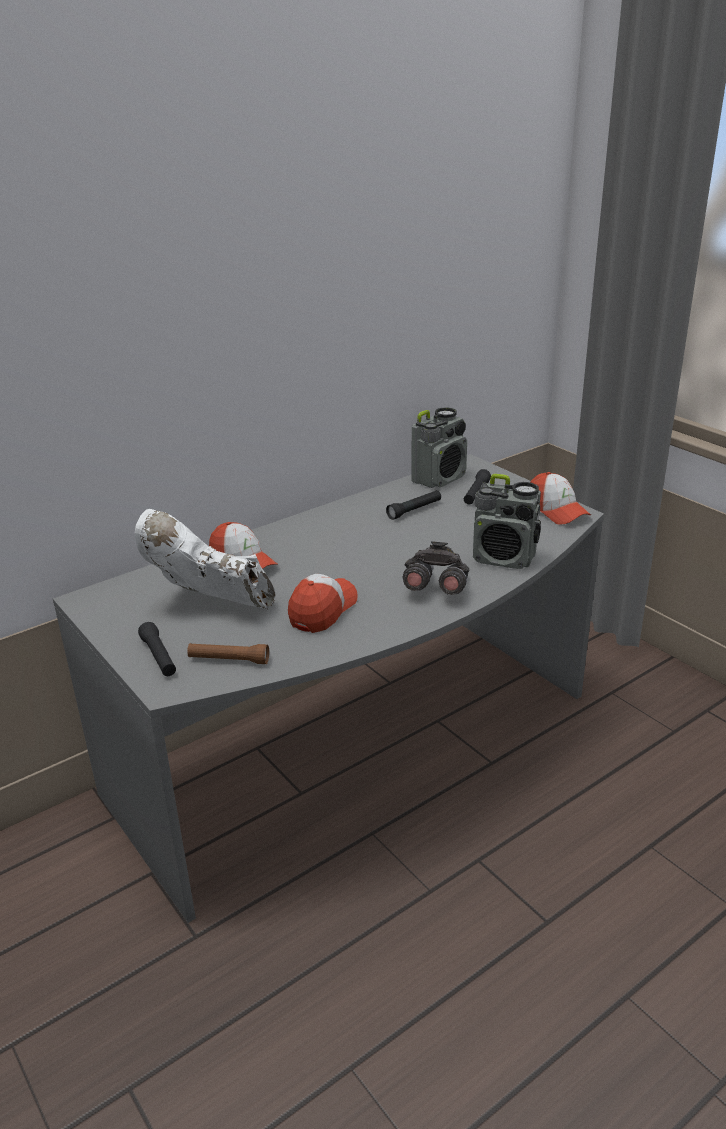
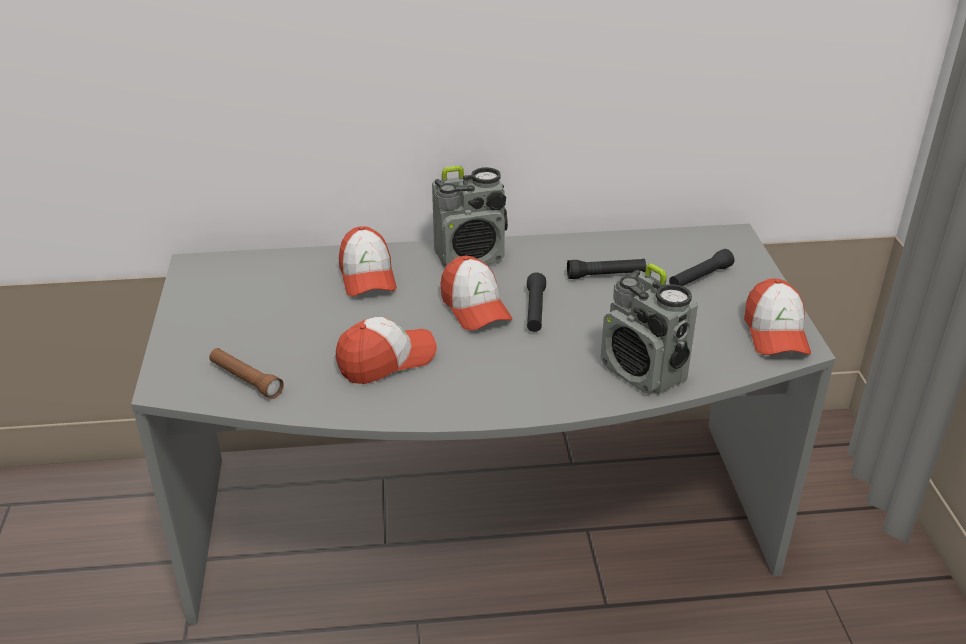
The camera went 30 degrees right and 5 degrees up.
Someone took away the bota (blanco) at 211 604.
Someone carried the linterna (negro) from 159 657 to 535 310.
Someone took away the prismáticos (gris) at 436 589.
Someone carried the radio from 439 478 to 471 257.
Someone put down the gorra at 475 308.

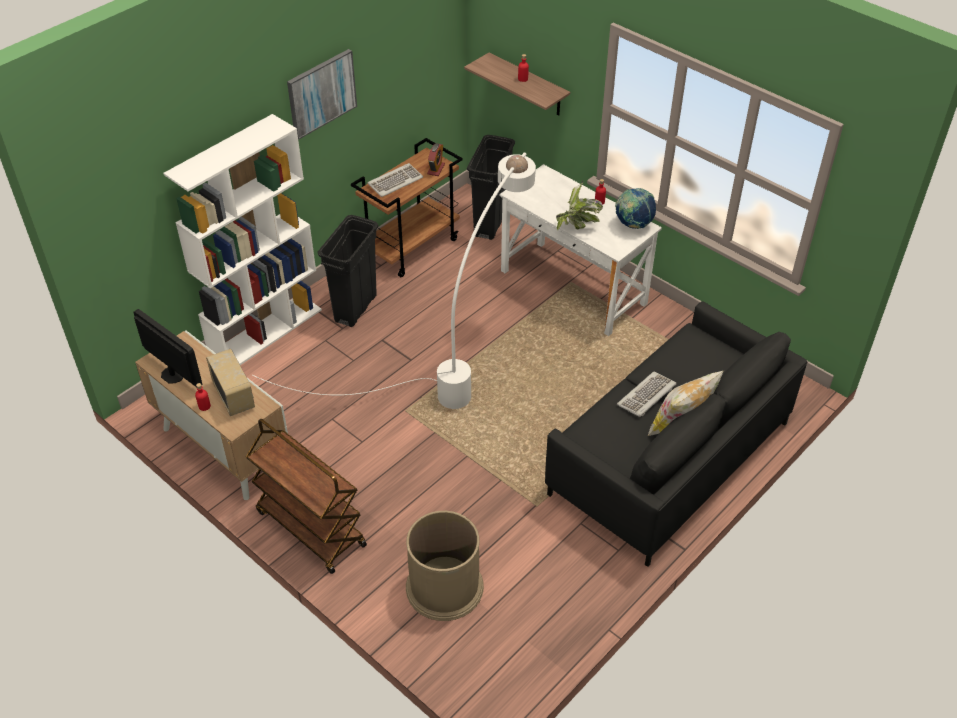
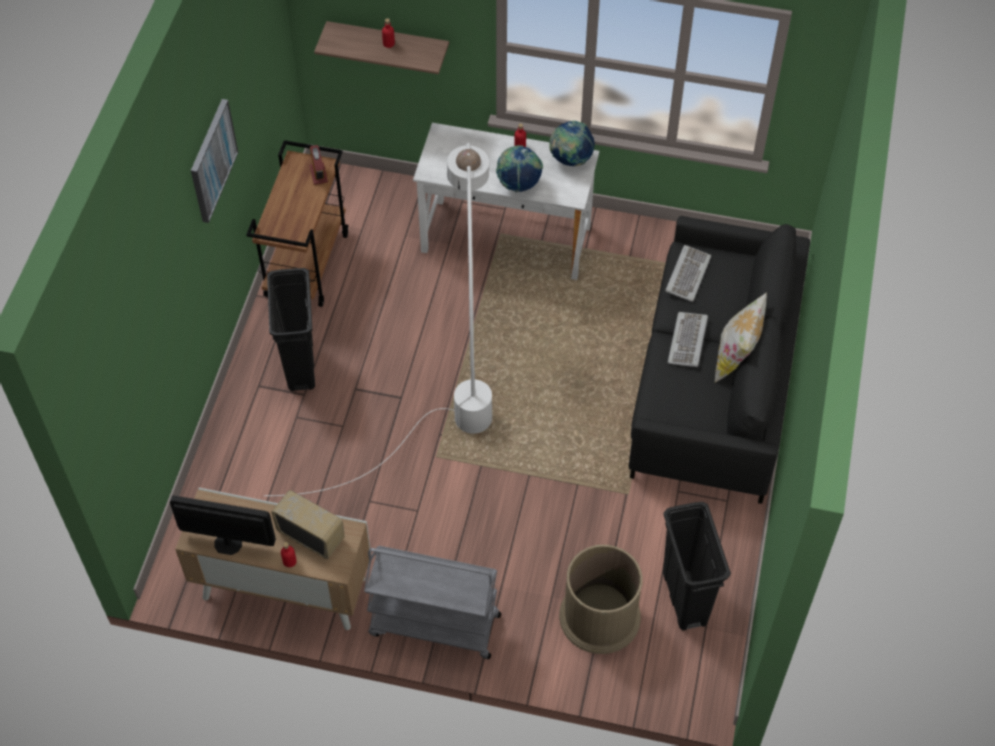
The camera went 30 degrees left and 10 degrees up.
Someone took away the estantería (blanco) at 266 331.
Someone repainted the carrito (marrón) at 310 528, which became the carrito (gris) at 433 625.
Someone carried the teclado from 395 181 to 687 274.
Someone carried the papelera (negro) from 490 224 to 685 599.
Someone swapped the planta en maceta at 578 226 for the globo terráqueo at 519 184.

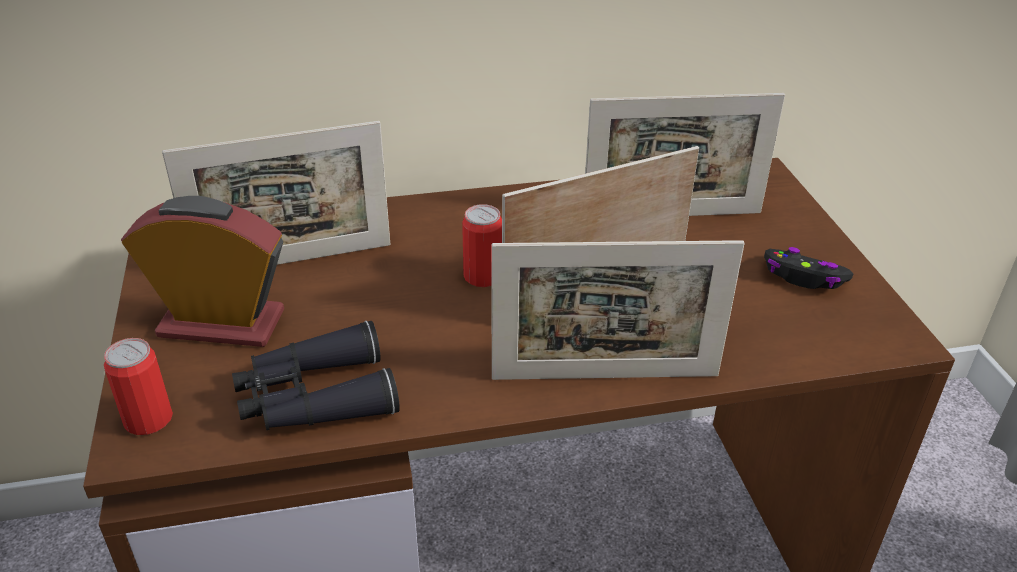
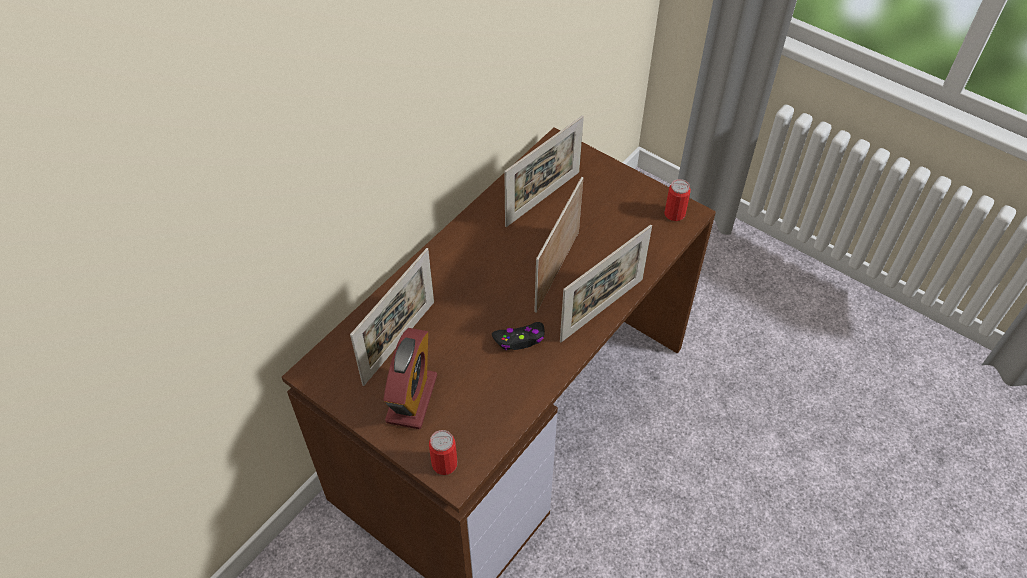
The camera went 40 degrees left and 15 degrees up.
Someone rotated the despertador at 221 324 by 135 degrees clockwise.
Someone took away the prismáticos (negro) at 314 397.
Someone carried the lata from 483 276 to 674 214.
Someone carried the mando de consola (negro) from 804 277 to 520 339.

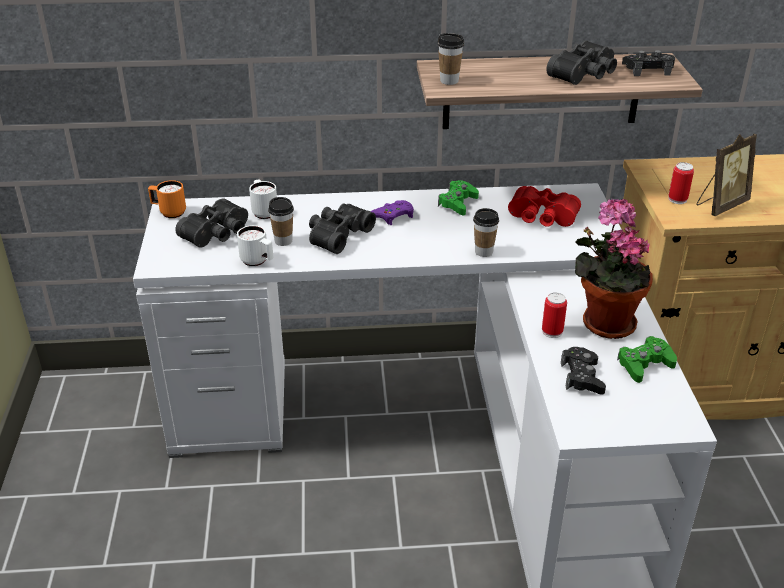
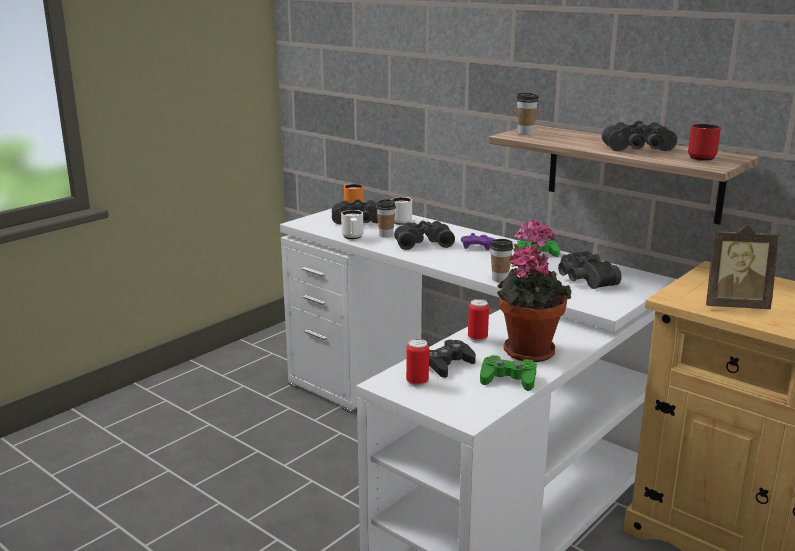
The camera went 45 degrees right and 15 degrees down.
Someone repainted the prismáticos (rojo) at 541 218, which became the prismáticos (negro) at 583 279.
Someone swapped the mando de consola (negro) at 647 70 for the taza grande (rojo) at 703 157.
Someone carried the lata from 677 199 to 417 382.

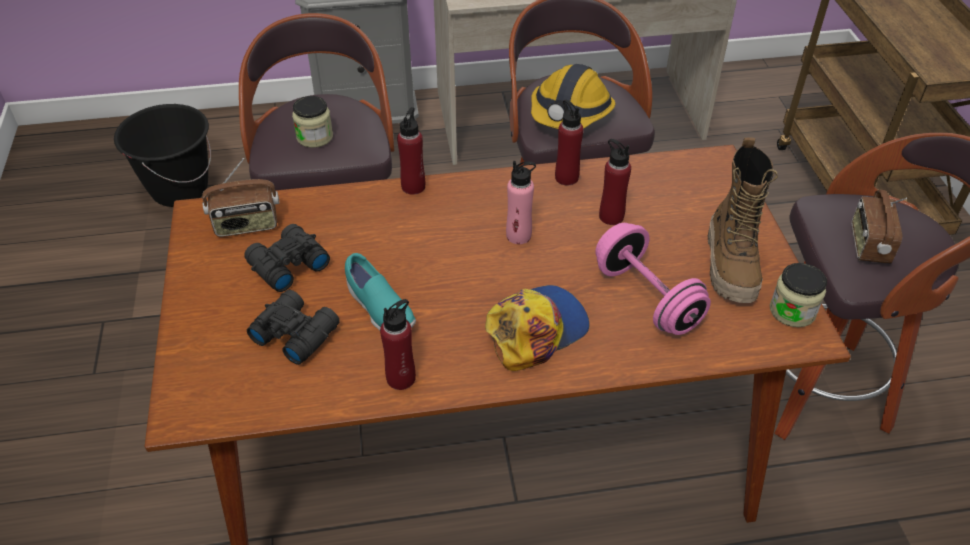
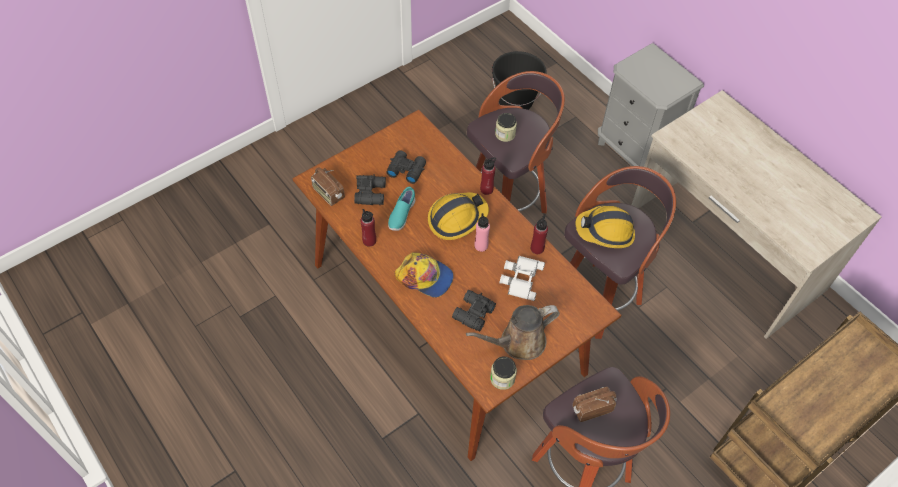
The camera went 60 degrees right and 10 degrees up.
Someone carried the radio from 246 225 to 328 194.
Someone swapped the mancuerna (rosa) at 647 298 for the prismáticos (negro) at 472 313.
Someone swapped the botella (rojo) at 611 216 for the prismáticos (blanco) at 520 278.
Someone swapped the bota at 731 265 for the regadera (marrón) at 518 342.
Someone put down the casco at 457 219.

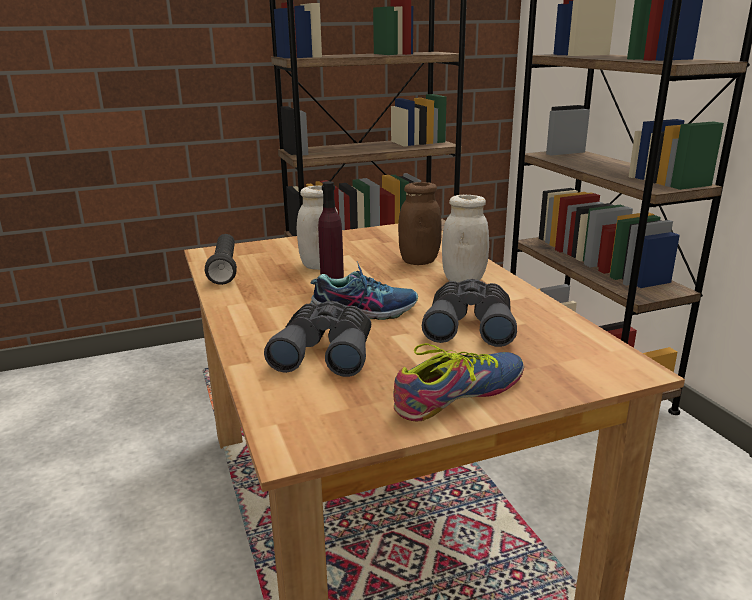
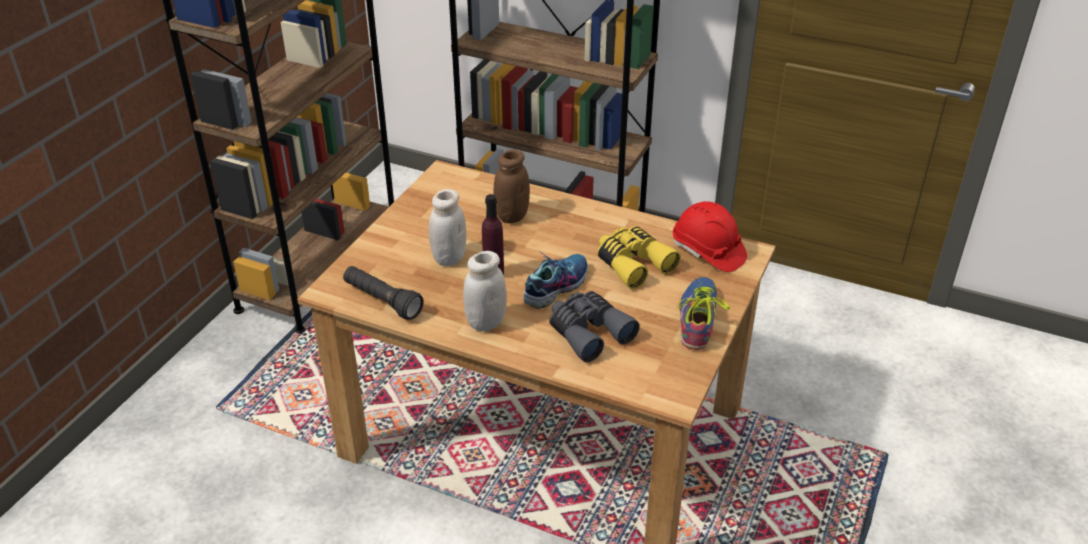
The camera went 45 degrees left and 15 degrees up.
Someone repainted the prismáticos (gris) at 470 325, which became the prismáticos (amarillo) at 633 263.
Someone carried the tarro (blanco) from 463 279 to 485 322.
Someone put down the casco (rojo) at 707 251.

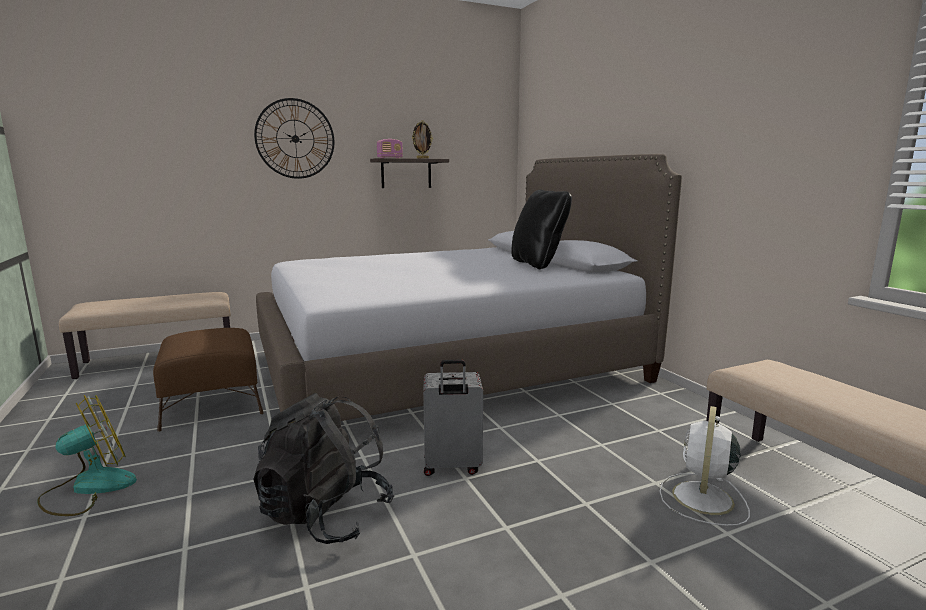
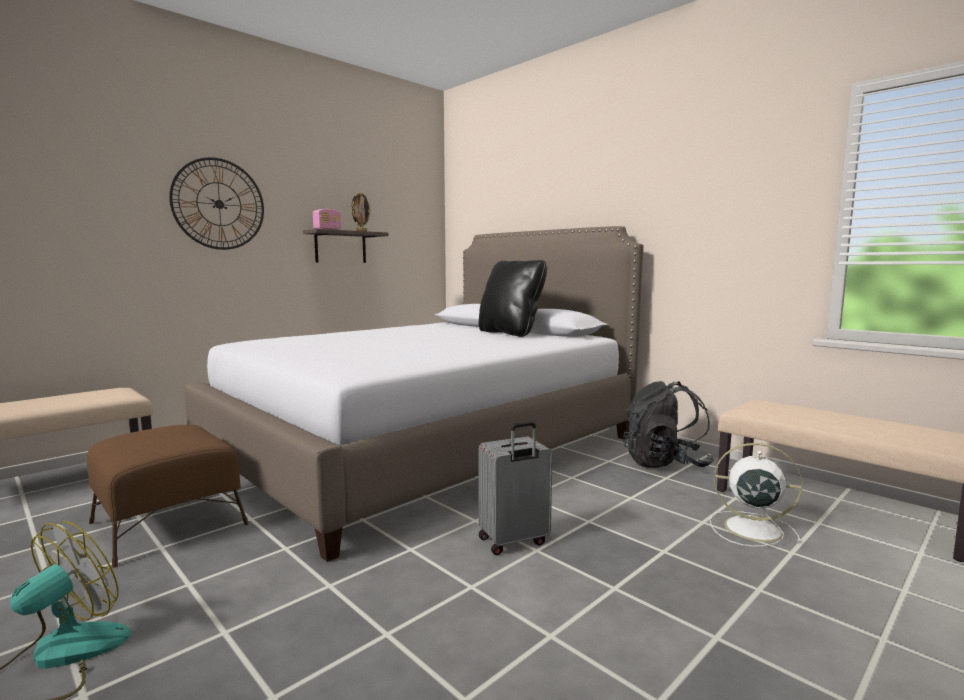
The camera went 20 degrees left and 5 degrees down.
Someone carried the mochila (negro) from 326 515 to 665 463.
Someone rotated the ventilador (blanco) at 702 499 by 105 degrees clockwise.

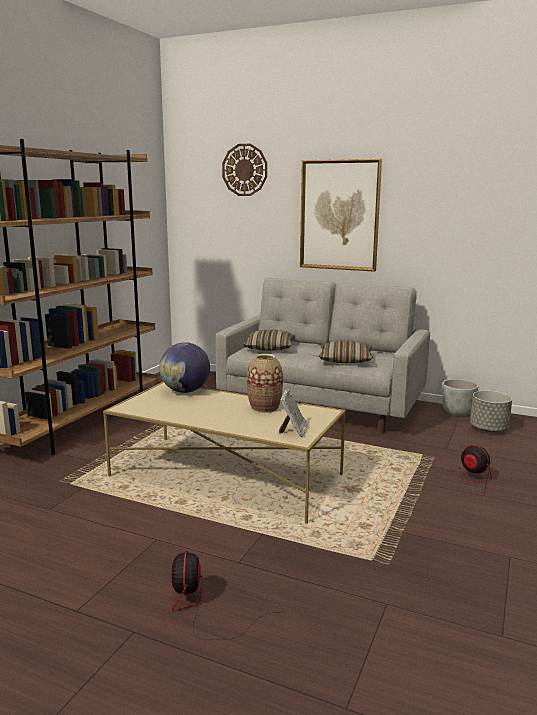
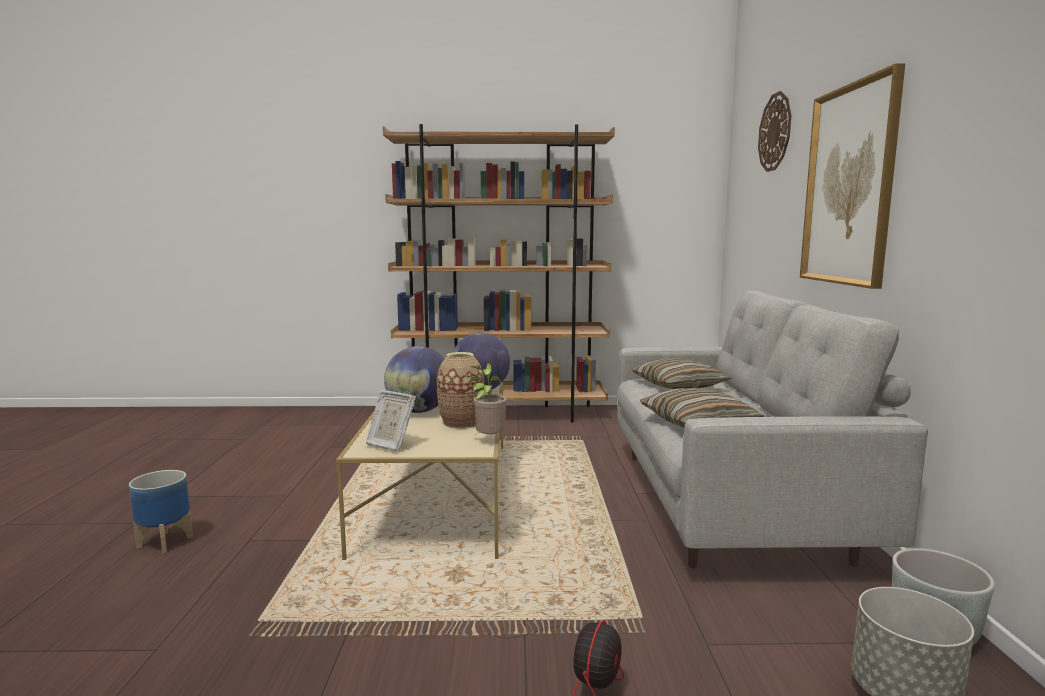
The camera went 65 degrees right and 5 degrees down.
Someone swapped the ventilador at 202 608 for the maceta at 165 541.
Someone rotated the portarretratos at 293 431 by 45 degrees clockwise.
Someone put down the globo terráqueo at 419 411.
Someone put down the planta en maceta at 488 440.

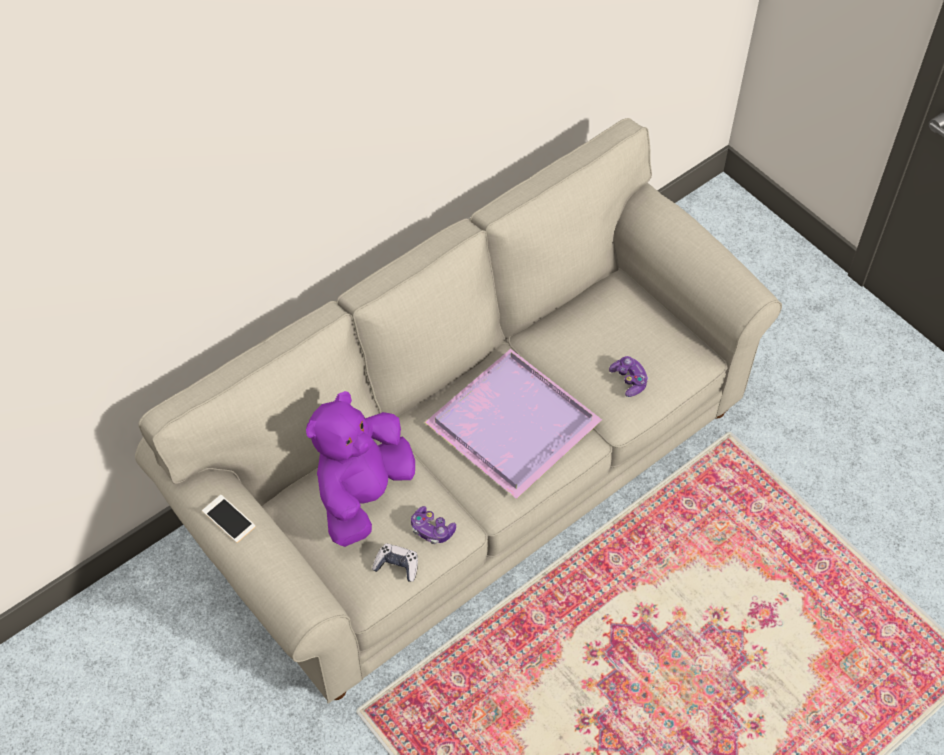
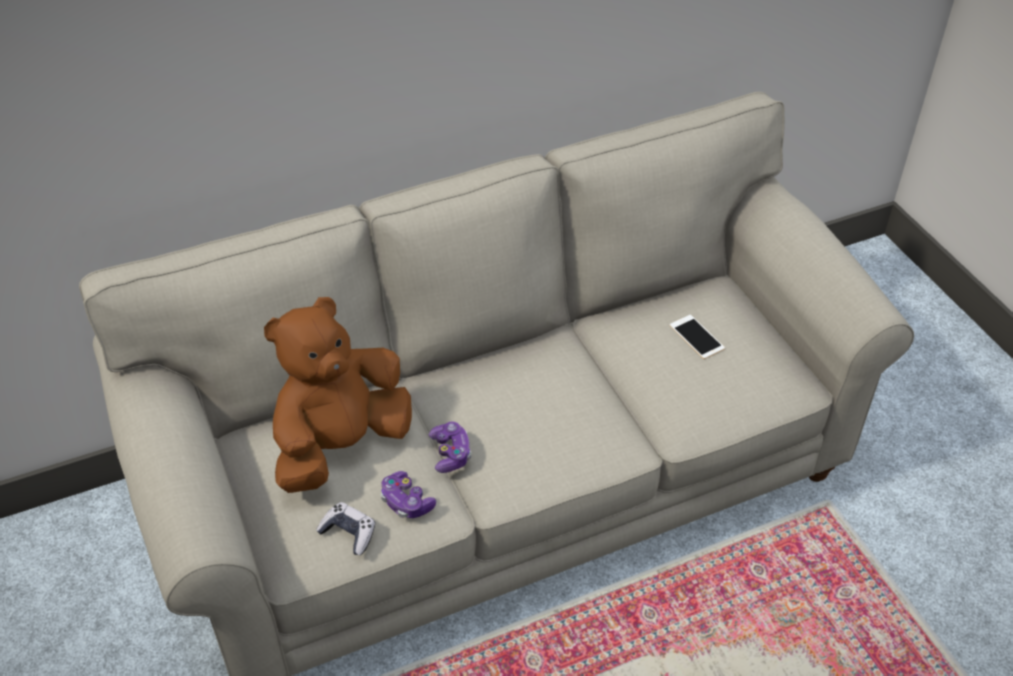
The camera went 15 degrees right and 10 degrees down.
Someone carried the móvil from 228 519 to 696 337.
Someone repainted the peluche (morado) at 363 494, which became the peluche (marrón) at 340 445.
Someone took away the bandeja (morado) at 509 424.
Someone carried the mando de consola from 629 380 to 450 453.

